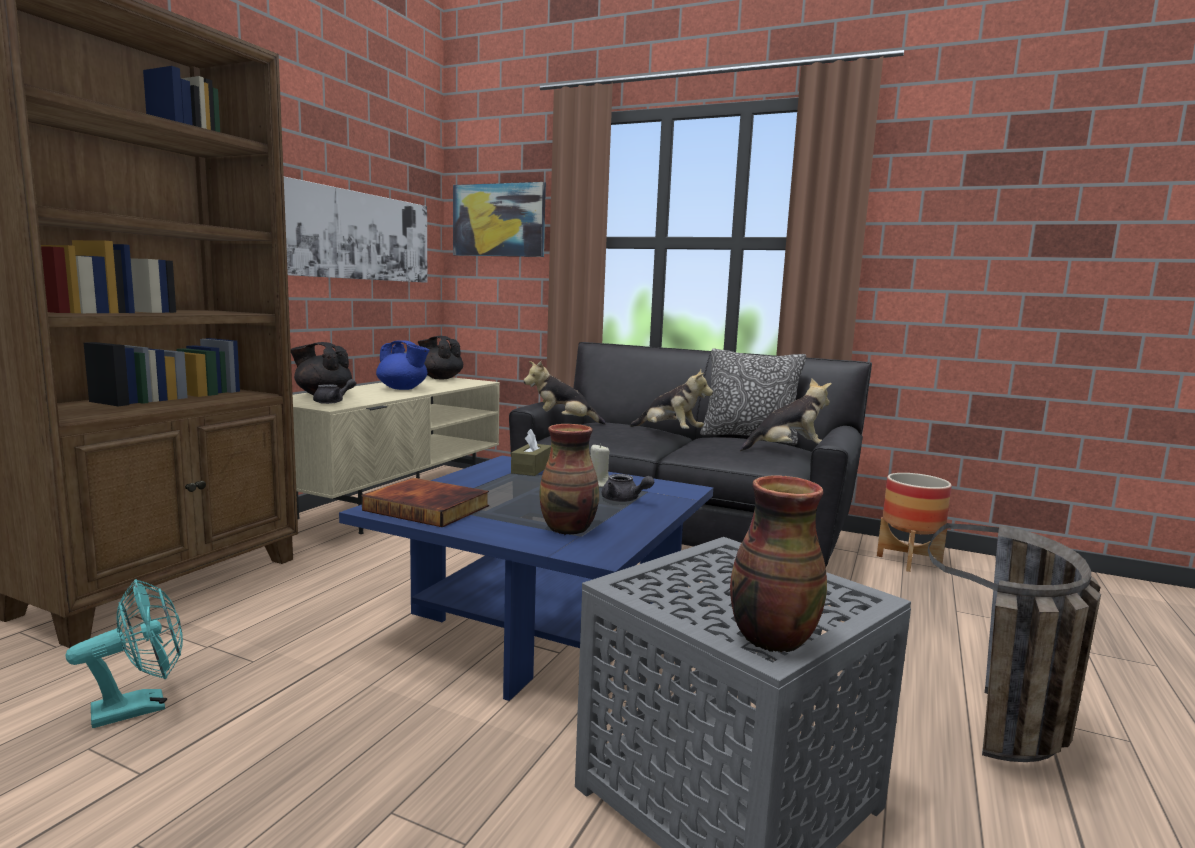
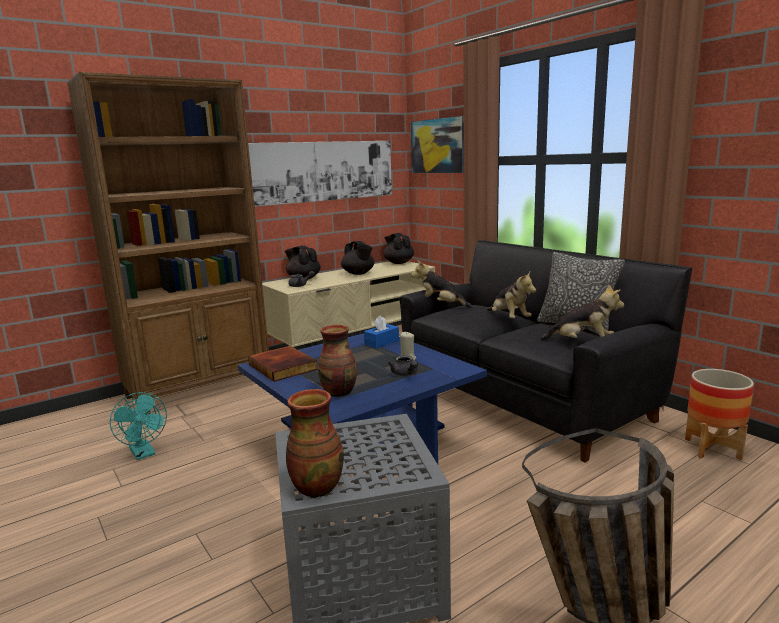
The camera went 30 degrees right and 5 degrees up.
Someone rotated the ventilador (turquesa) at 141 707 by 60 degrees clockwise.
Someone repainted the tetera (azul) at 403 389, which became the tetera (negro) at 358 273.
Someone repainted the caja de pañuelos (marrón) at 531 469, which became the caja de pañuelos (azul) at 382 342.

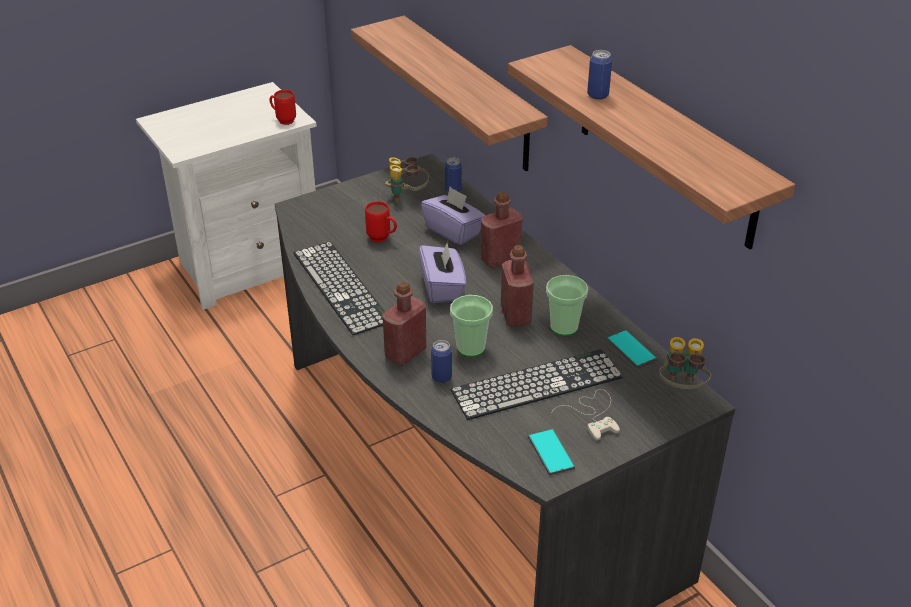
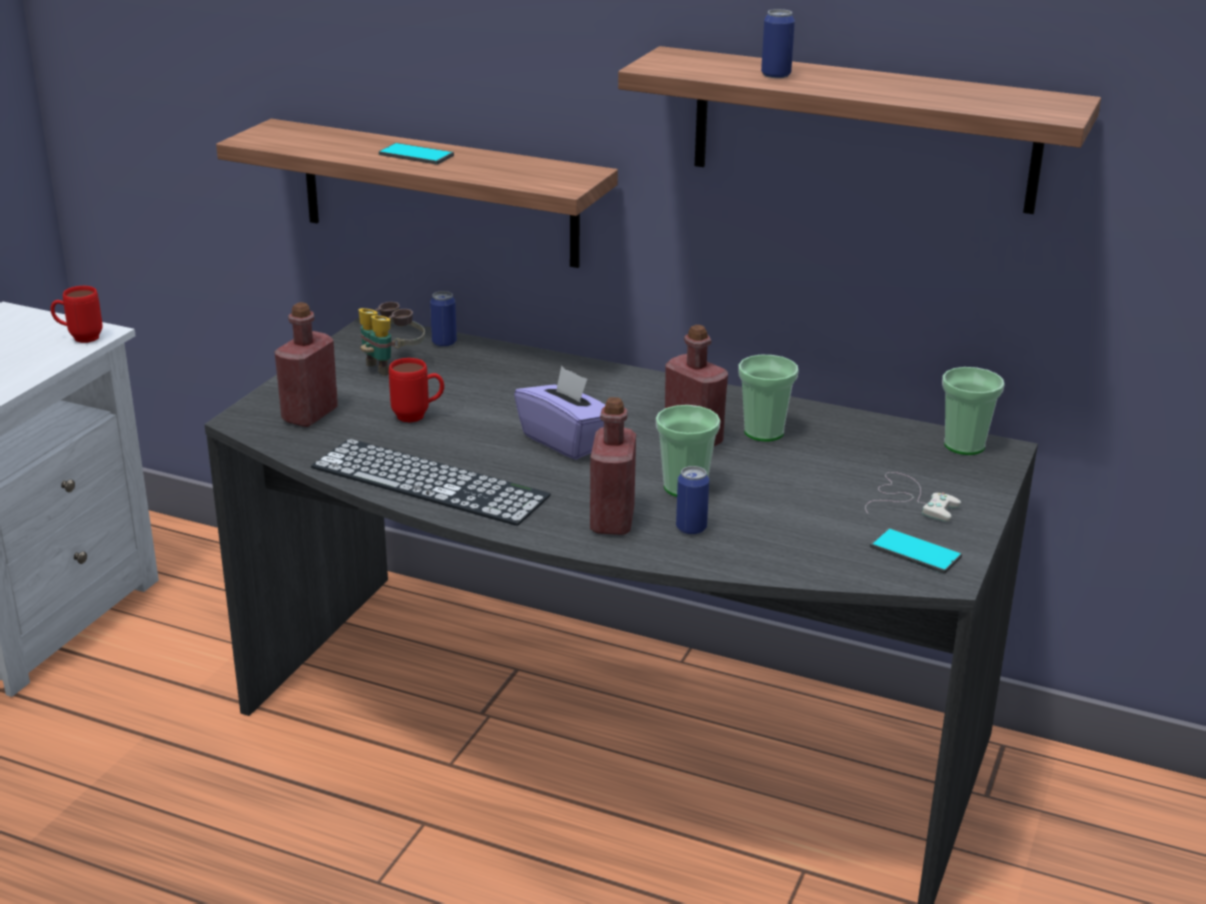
The camera went 35 degrees left and 10 degrees down.
Someone took away the caja de pañuelos (morado) at 453 231.
Someone took away the teclado at 536 384.
Someone carried the botella (rojo) from 500 259 to 310 415.
Someone carried the móvil from 631 349 to 416 155.
Someone swapped the prismáticos at 681 389 for the taza at 964 445.

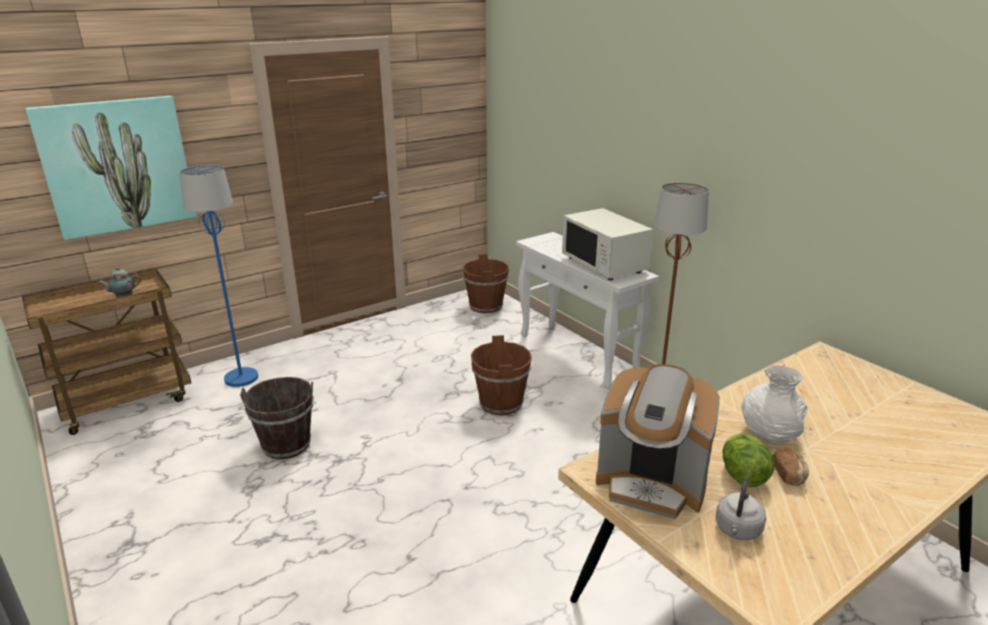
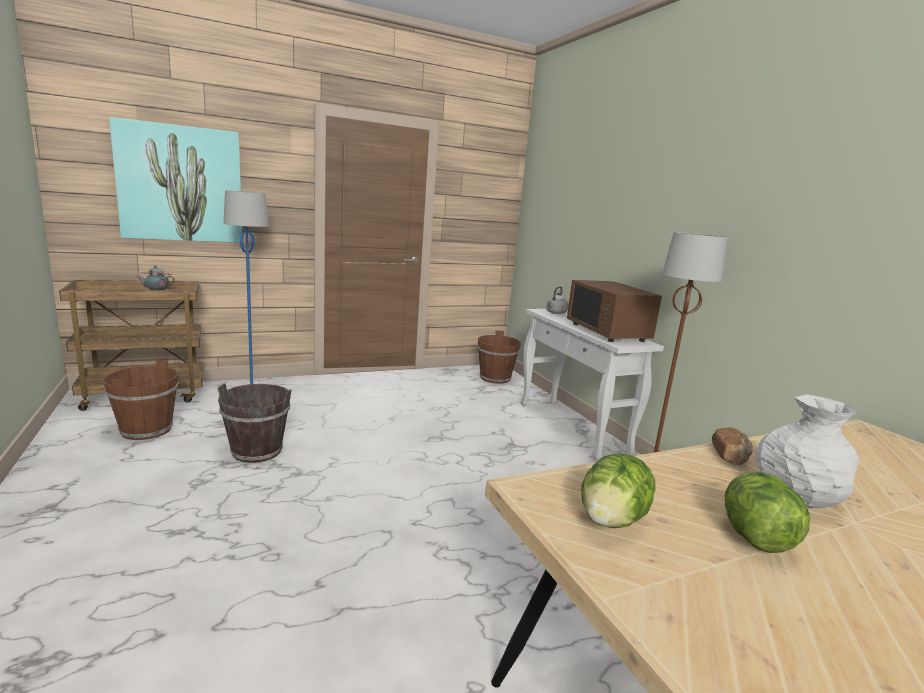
The camera went 10 degrees right and 10 degrees down.
Someone carried the cubo (marrón) from 500 403 to 146 430.
Someone repainted the microondas (blanco) at 604 265, which became the microondas (marrón) at 608 332.
Someone swapped the cafetera at 651 483 for the lechuga at 611 520.
Someone carried the hervidor (gris) from 737 530 to 555 313.
Someone carried the pan from 789 474 to 730 456.

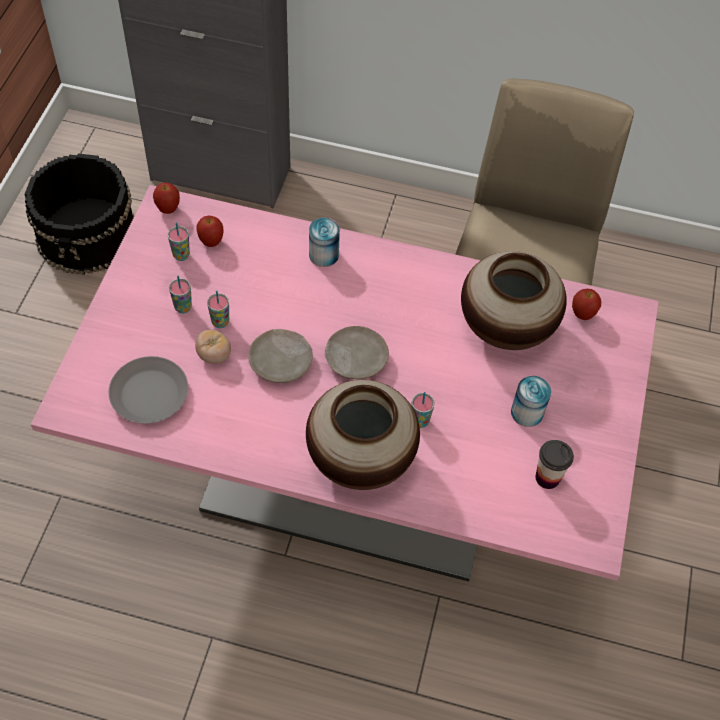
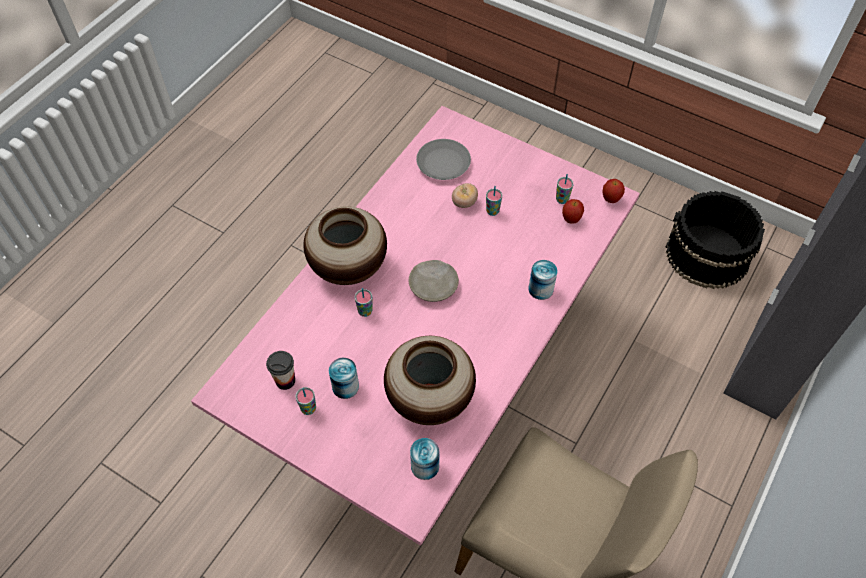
The camera went 110 degrees right and 0 degrees up.
Someone carried the taza from 183 307 to 308 409.
Someone took away the plato (beis) at 281 362.
Someone swapped the manzana at 582 314 for the lata at 425 466.

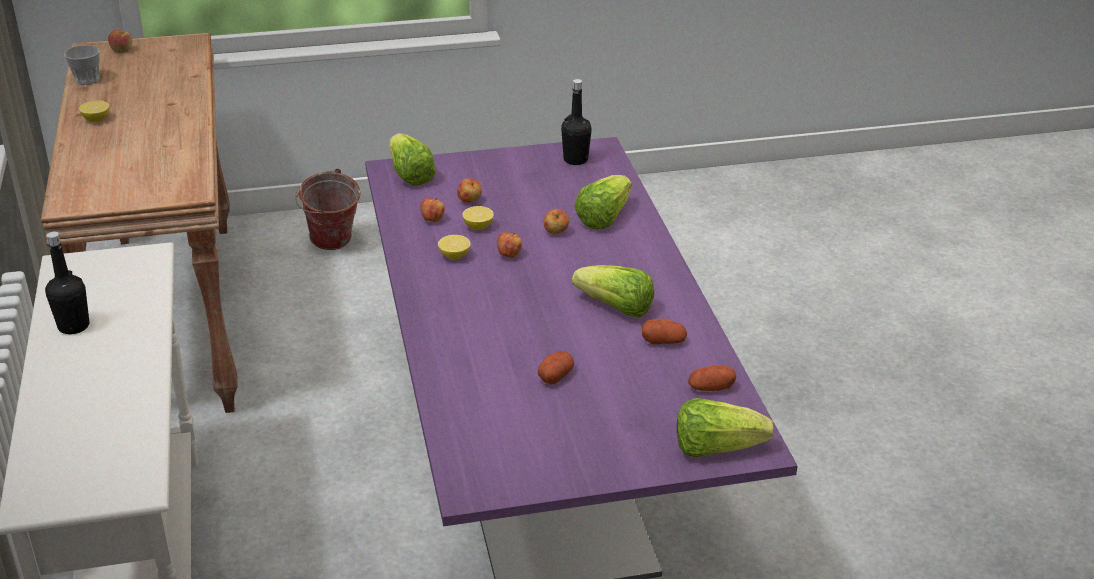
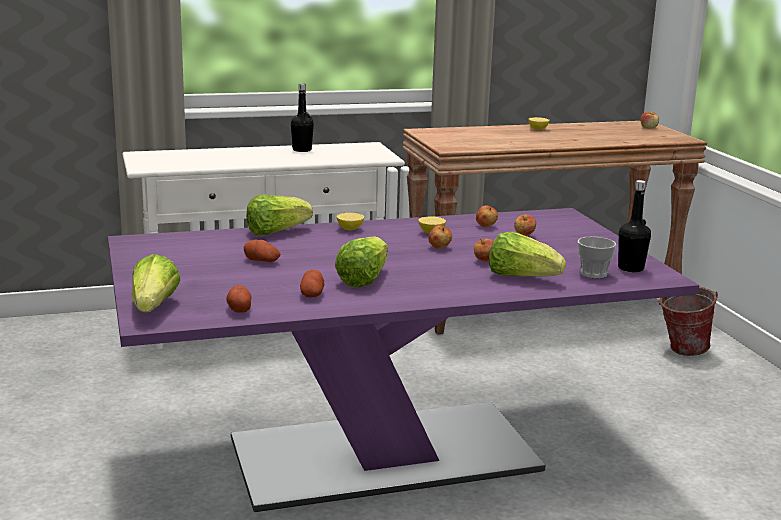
The camera went 85 degrees right and 15 degrees down.
Someone carried the taza from 87 80 to 593 274.
Someone carried the lechuga from 410 175 to 276 232.
Someone carried the limón from 478 226 to 350 229.

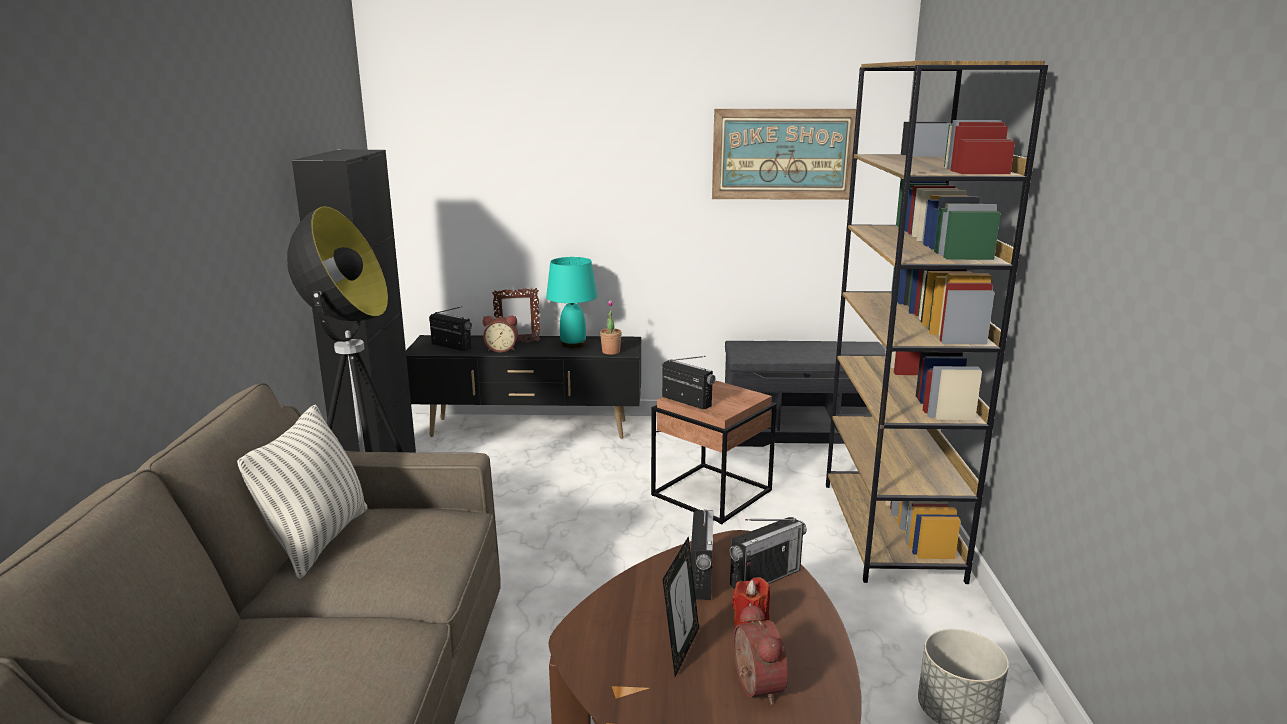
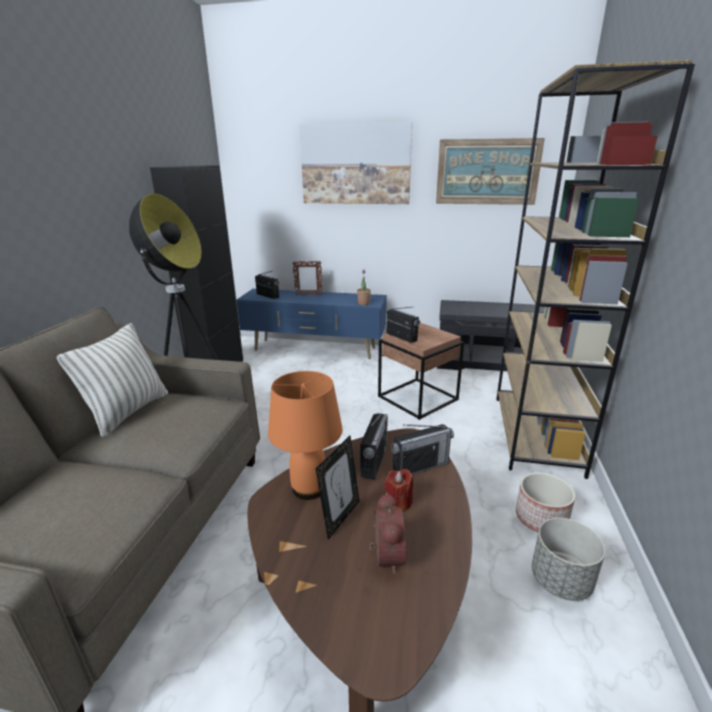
The camera went 10 degrees right and 5 degrees up.
Someone repainted the mueble de televisión (negro) at 530 429, which became the mueble de televisión (azul) at 315 349.
Someone took away the despertador at 502 349.
Someone took away the lámpara de mesa (turquesa) at 573 344.
Someone put down the lámpara de mesa (naranja) at 309 487.
Someone put up the cuadro at 355 164.
Someone put down the maceta at 540 519.

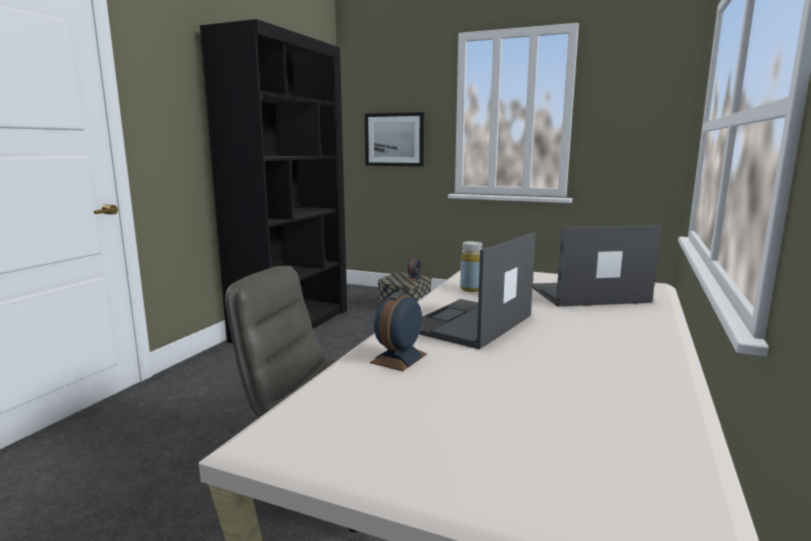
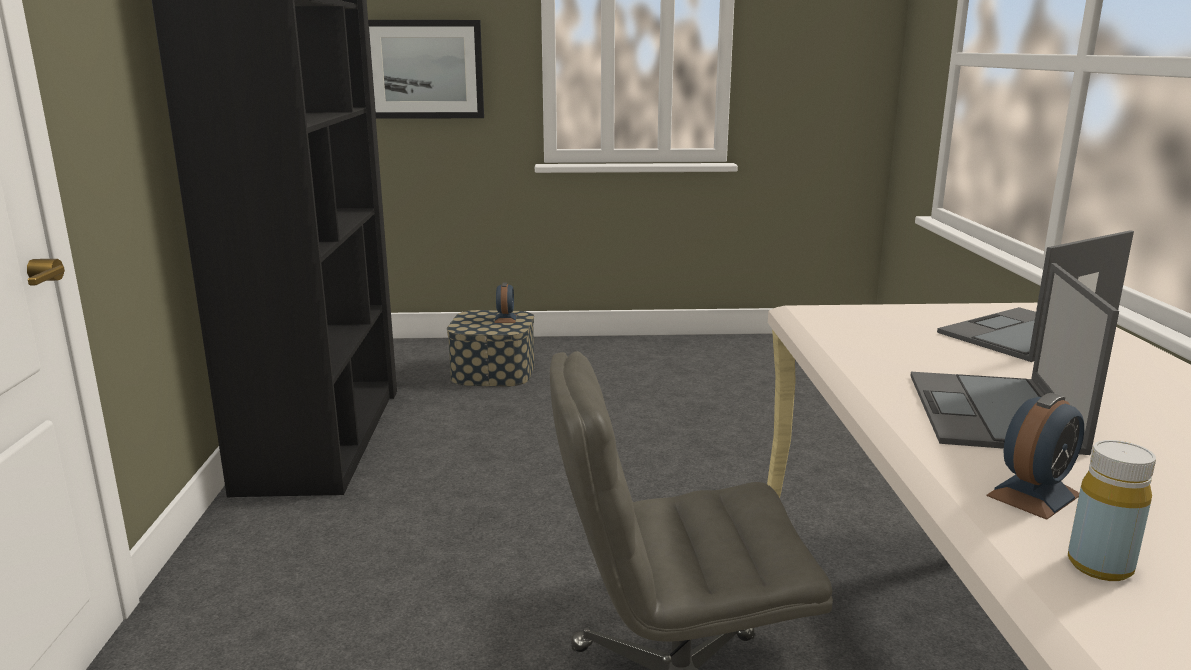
The camera went 25 degrees left and 5 degrees up.
Someone rotated the despertador at 398 358 by 135 degrees counterclockwise.
Someone carried the botella (amarillo) from 471 289 to 1099 566.

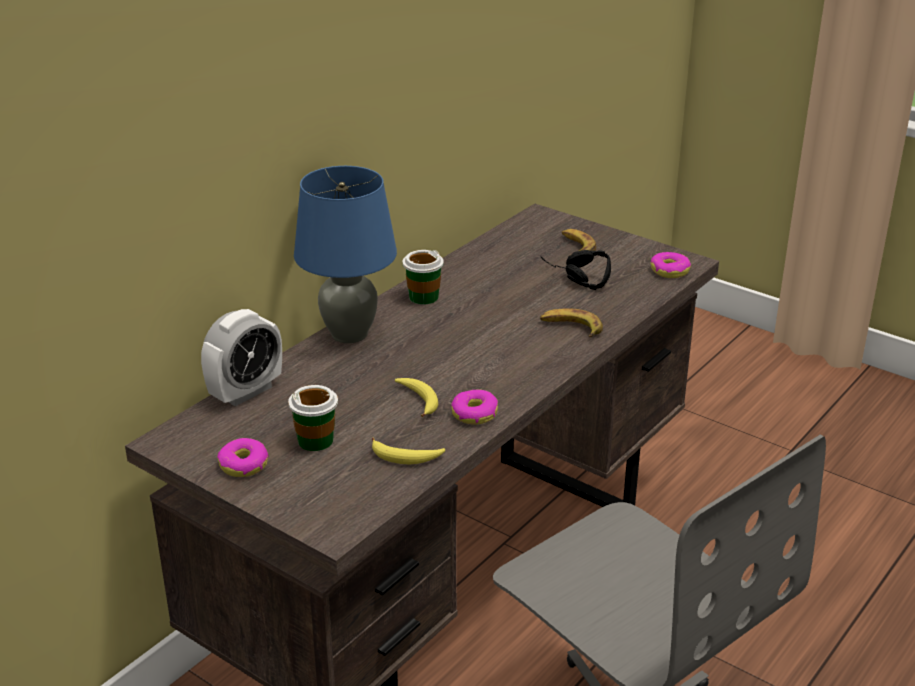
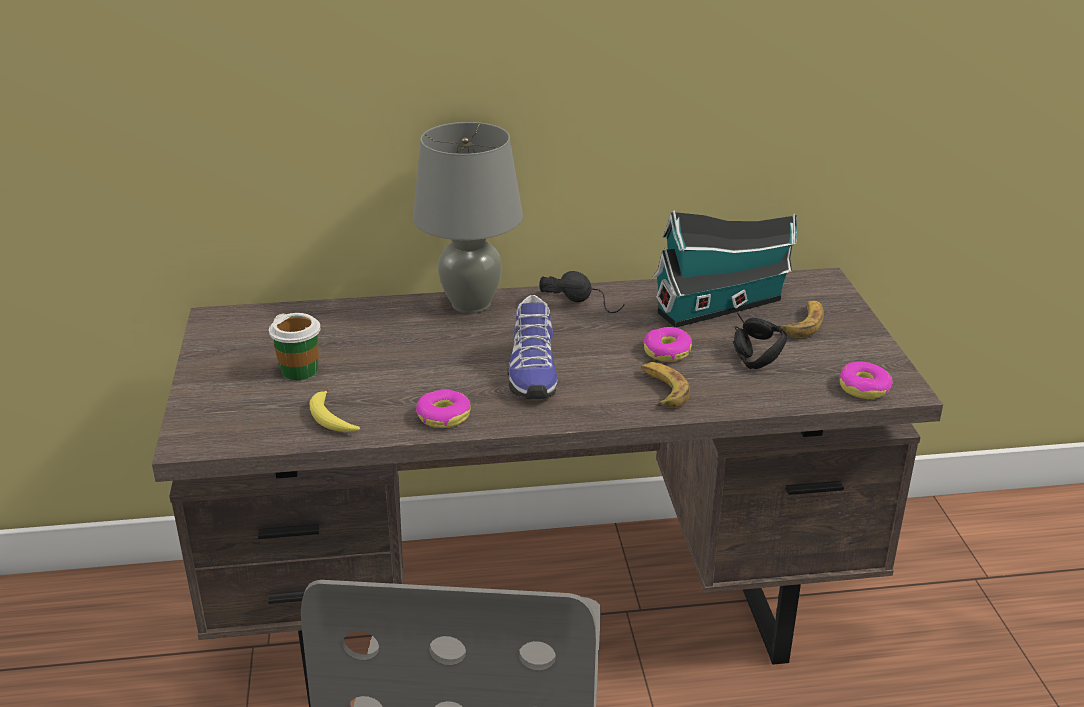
The camera went 45 degrees right and 0 degrees up.
Someone took away the despertador at 246 392.
Someone carried the rosquilla from 243 465 to 666 352.
Someone repainted the lámpara de mesa (azul) at 349 334, which became the lámpara de mesa (gris) at 471 304.
Someone took away the plátano at 418 400.
Someone swapped the taza at 423 297 for the auriculares (negro) at 582 303.
Someone put down the zapato at 531 373.
Someone put down the casita at 724 305.

